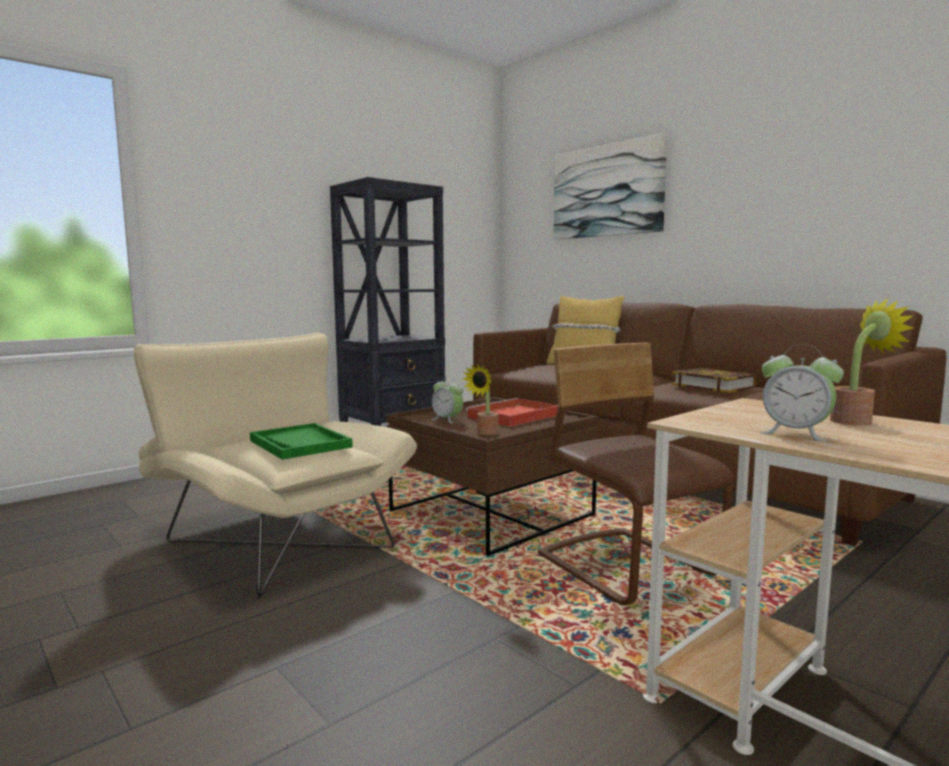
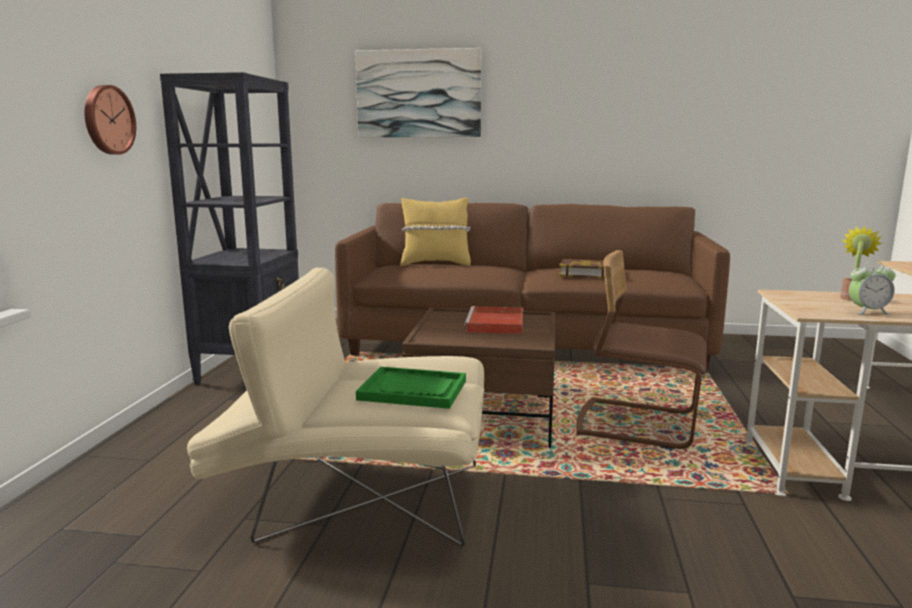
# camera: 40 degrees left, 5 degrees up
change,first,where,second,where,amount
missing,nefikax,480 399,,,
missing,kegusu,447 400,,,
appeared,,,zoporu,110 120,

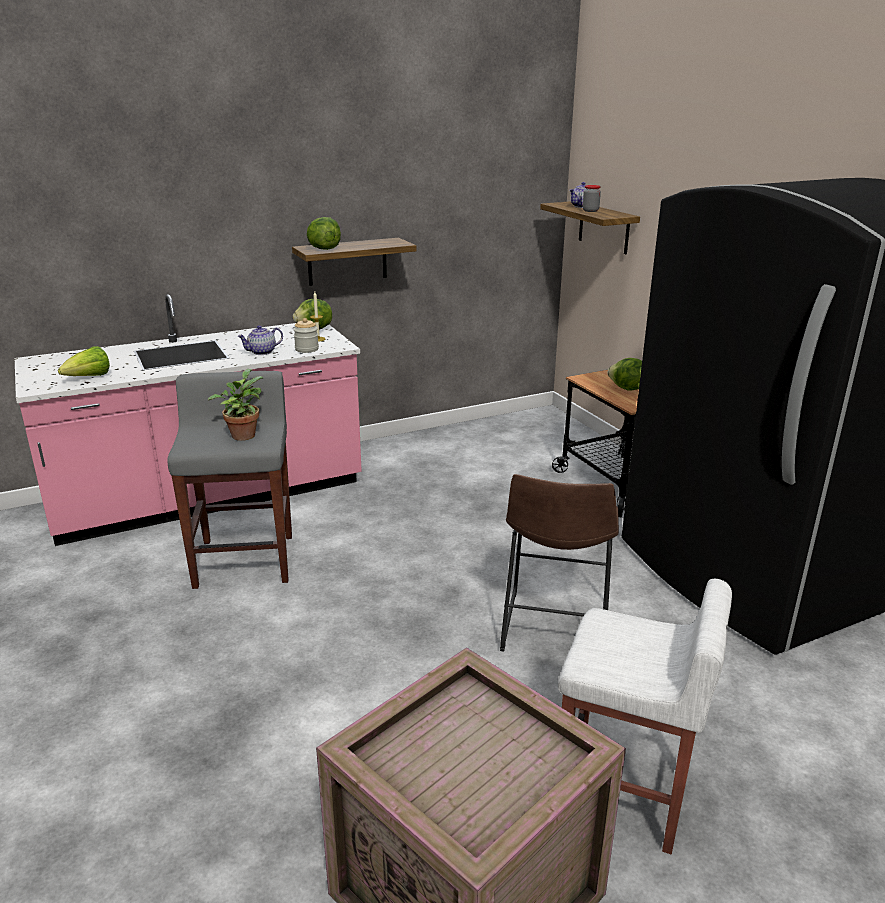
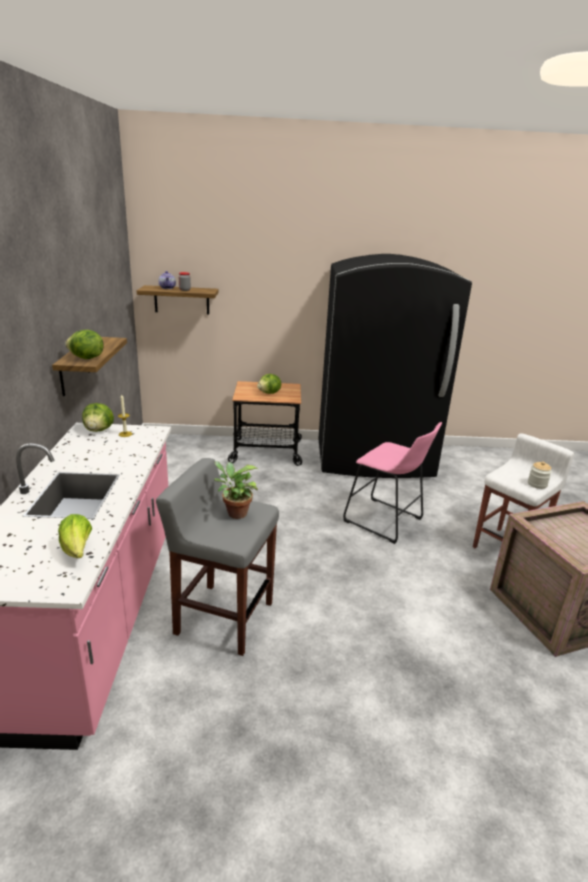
# camera: 65 degrees left, 0 degrees up
change,first,where,second,where,amount
relocated,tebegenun,306 335,,540 475,
missing,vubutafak,260 340,,,
colour,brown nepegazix,559 563,pink nepegazix,392 483,

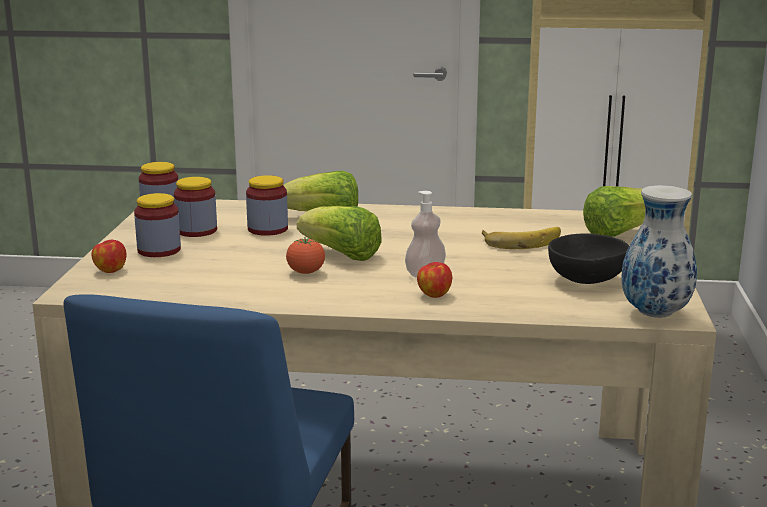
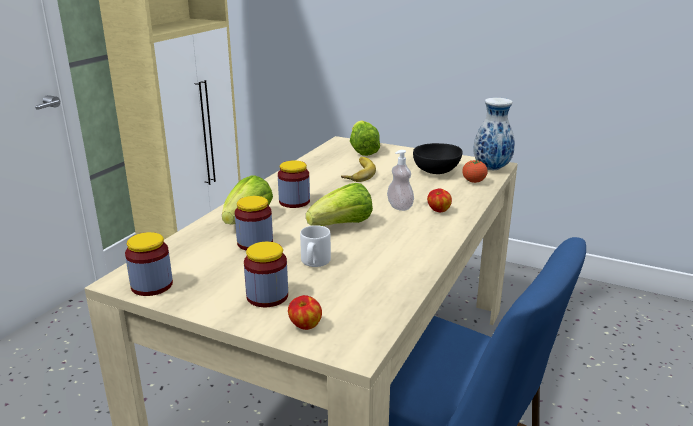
# camera: 70 degrees left, 5 degrees up
change,first,where,second,where,amount
relocated,tebegenun,195 207,,294 184,
relocated,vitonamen,305 255,,475 171,
appeared,,,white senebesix,315 246,

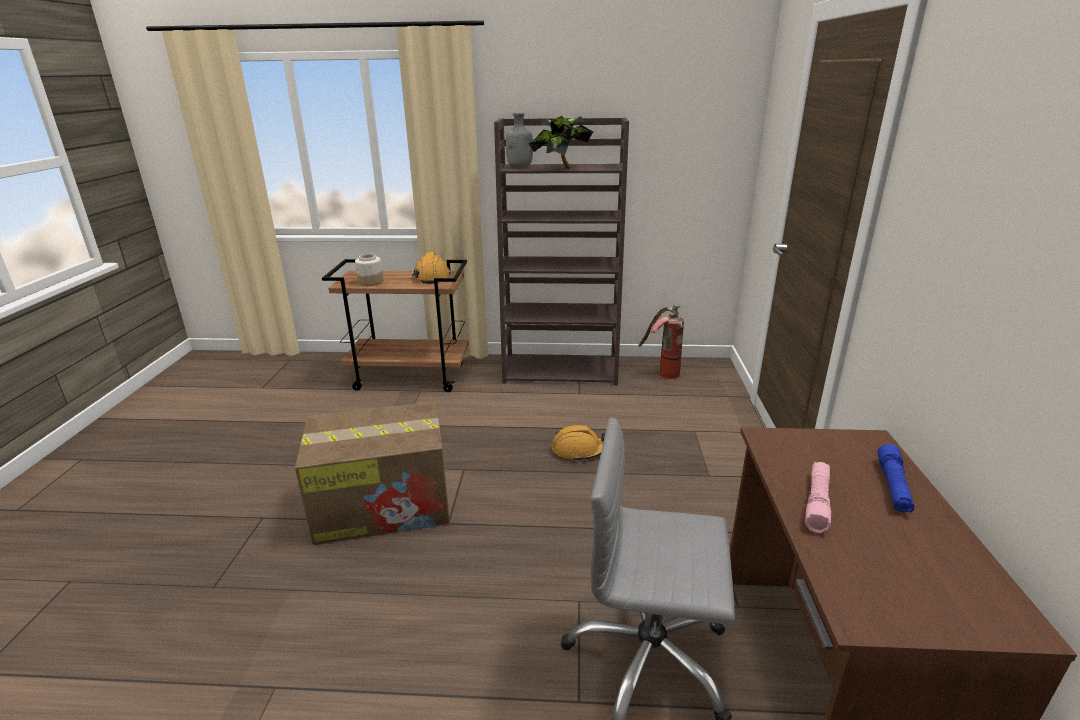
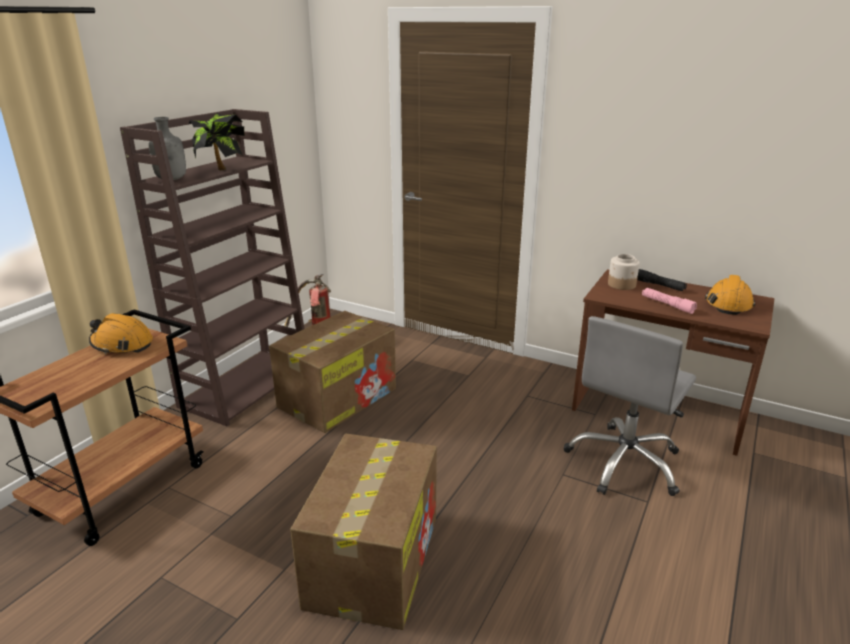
# camera: 65 degrees left, 0 degrees up
change,first,where,second,where,amount
relocated,tebegenun,369 270,,624 272,
relocated,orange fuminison,578 443,,730 295,
colour,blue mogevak,896 478,black mogevak,662 280,
appeared,,,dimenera,332 372,

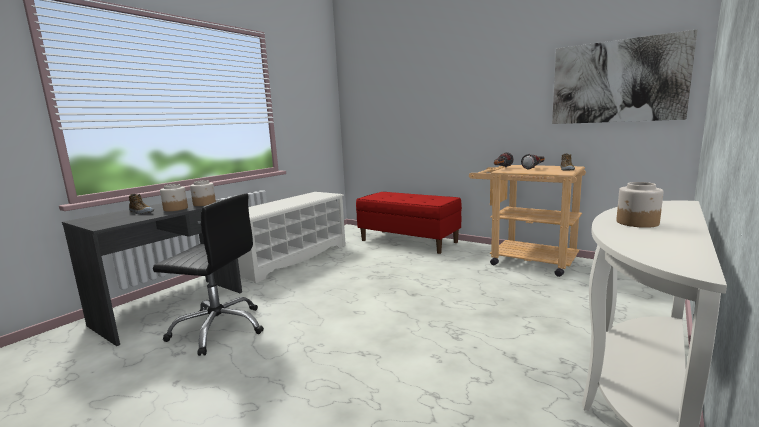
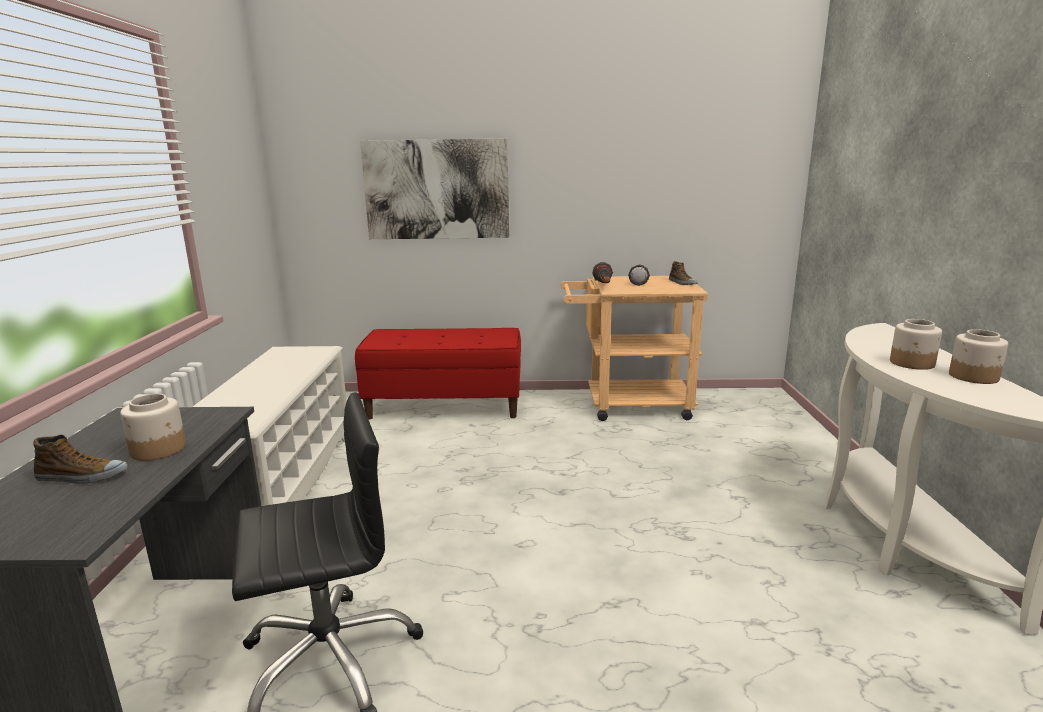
# camera: 35 degrees left, 5 degrees up
change,first,where,second,where,amount
relocated,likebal,625 76,,434 189,
relocated,tebegenun,203 193,,978 356,

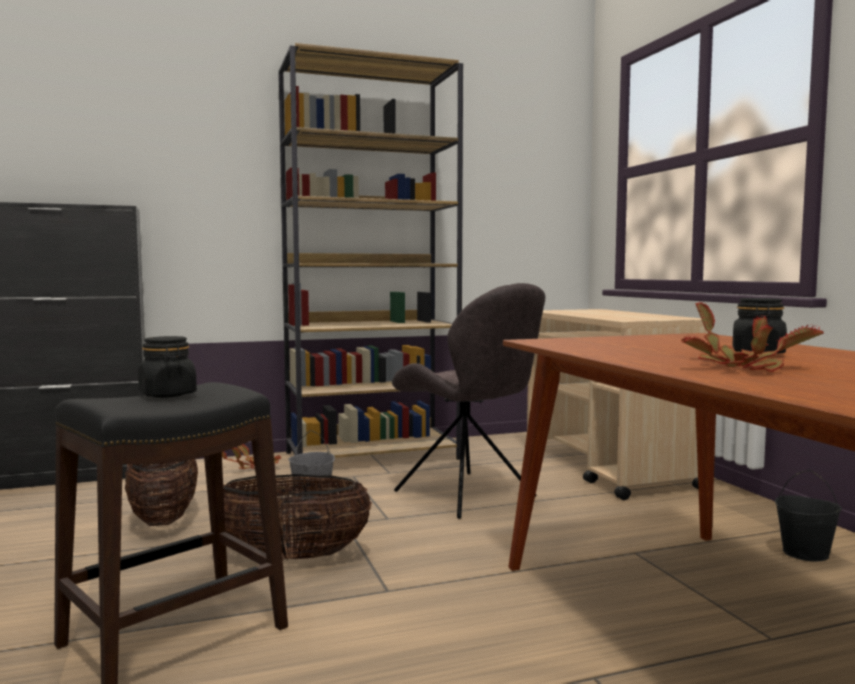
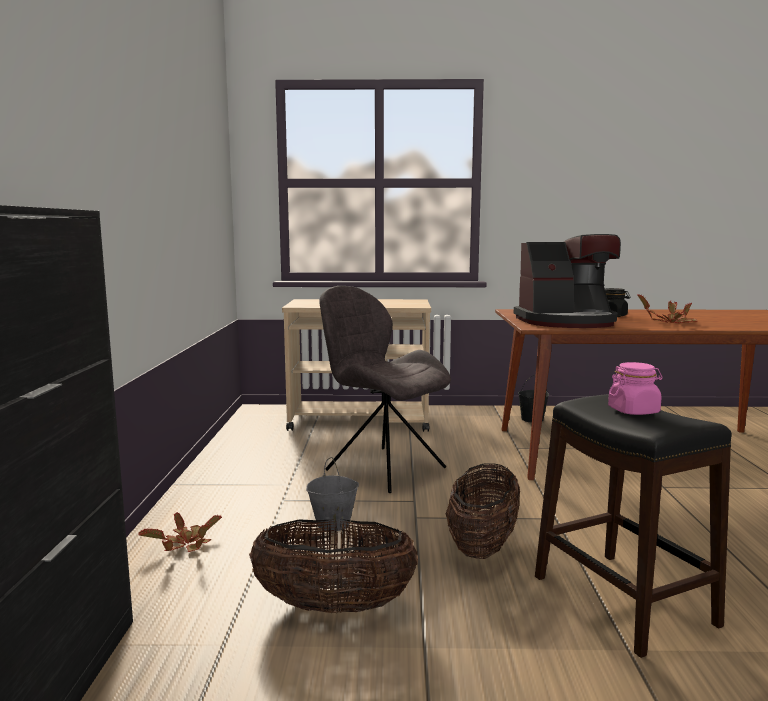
# camera: 70 degrees left, 5 degrees up
change,first,where,second,where,amount
missing,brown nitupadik,370 251,,,
spun,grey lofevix,468 401,,385 389,120 degrees counterclockwise
colour,black tebegenun,167 367,pink tebegenun,635 388,
appeared,,,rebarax,567 281,

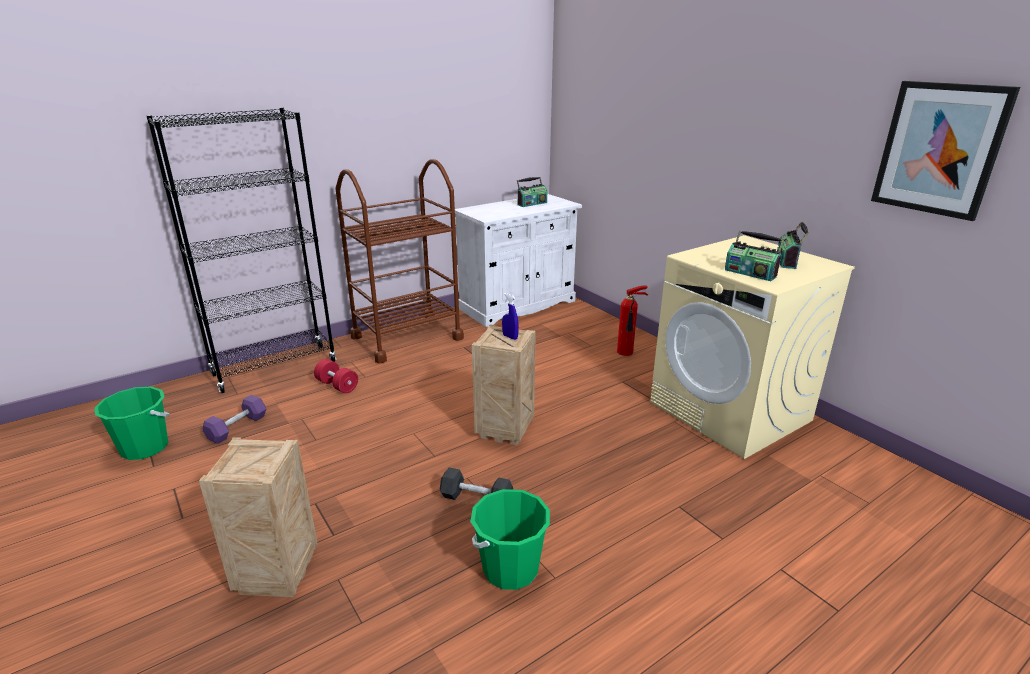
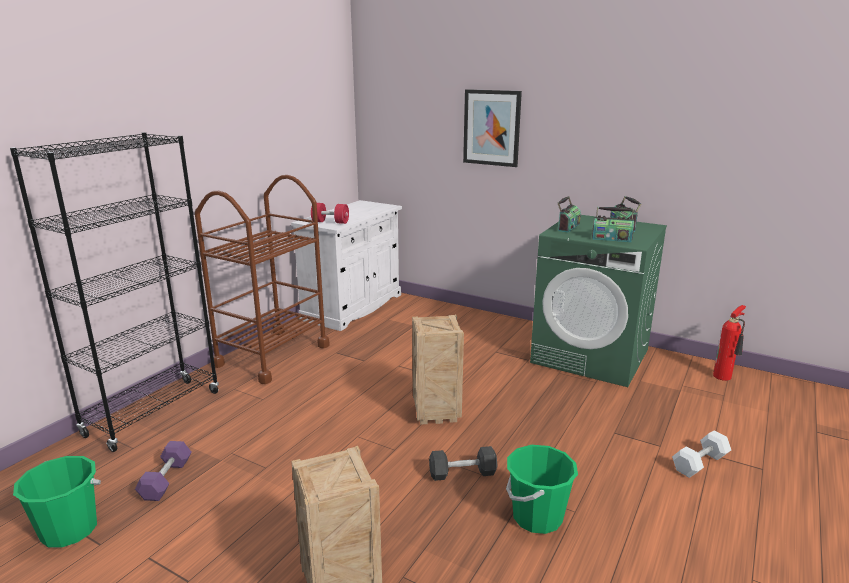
# camera: 25 degrees left, 5 degrees down
change,first,where,second,where,amount
relocated,likebal,945 151,,492 128,
relocated,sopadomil,532 192,,569 214,
colour,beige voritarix,752 347,green voritarix,598 301,
relocated,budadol,632 321,,729 343,
missing,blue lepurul,510 316,,,
relocated,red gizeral,336 376,,330 213,
appeared,,,white gizeral,701 454,

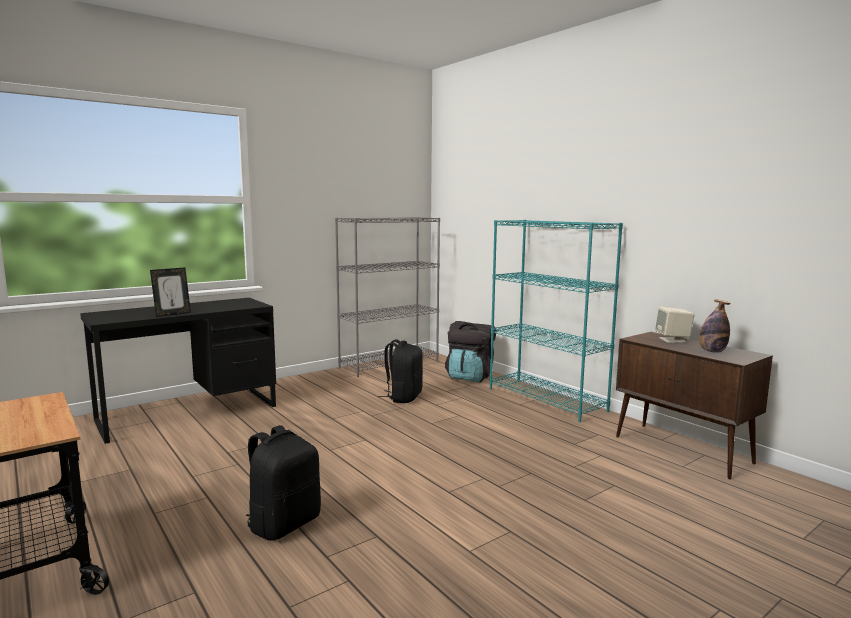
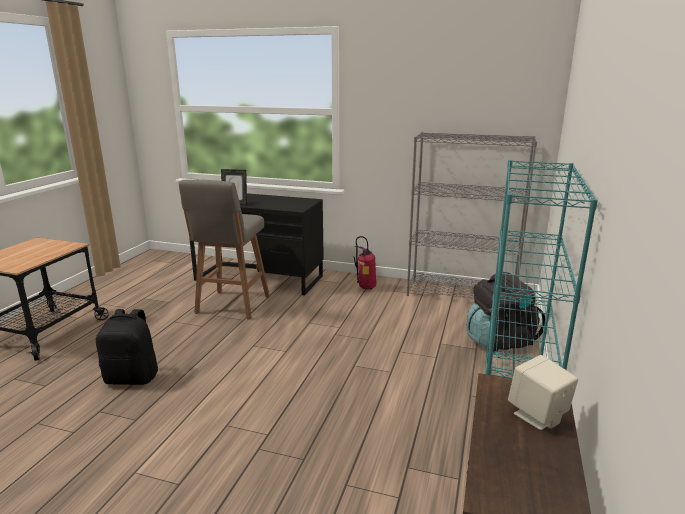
# camera: 55 degrees right, 10 degrees up
change,first,where,second,where,amount
missing,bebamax,714 326,,,
missing,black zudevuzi,400 371,,,
appeared,,,grey nepegazix,224 250,
appeared,,,budadol,365 263,

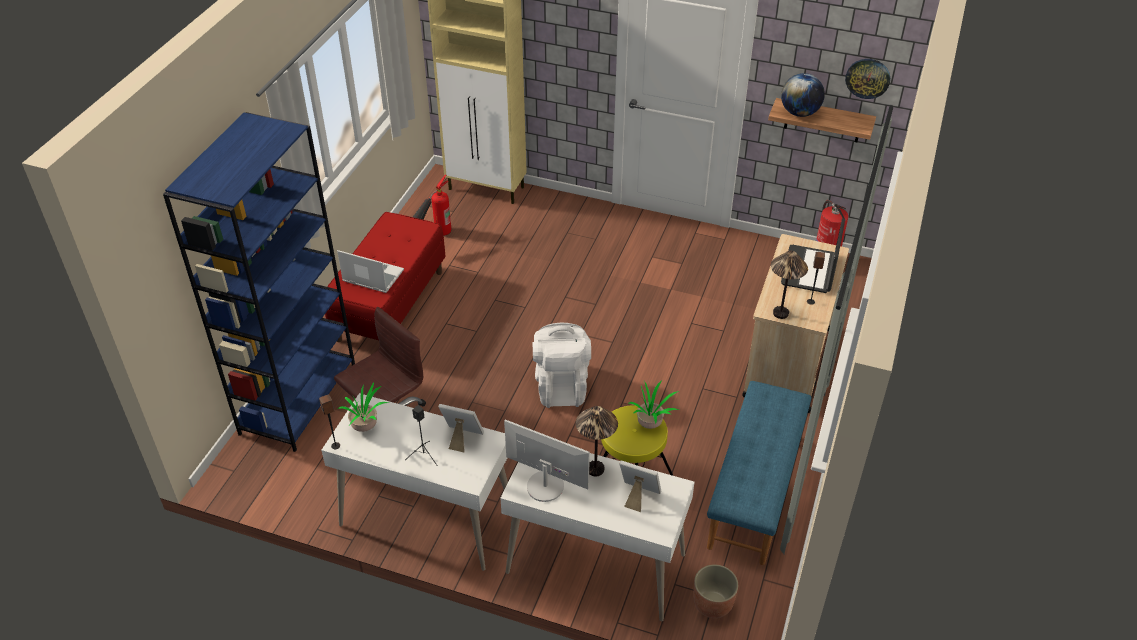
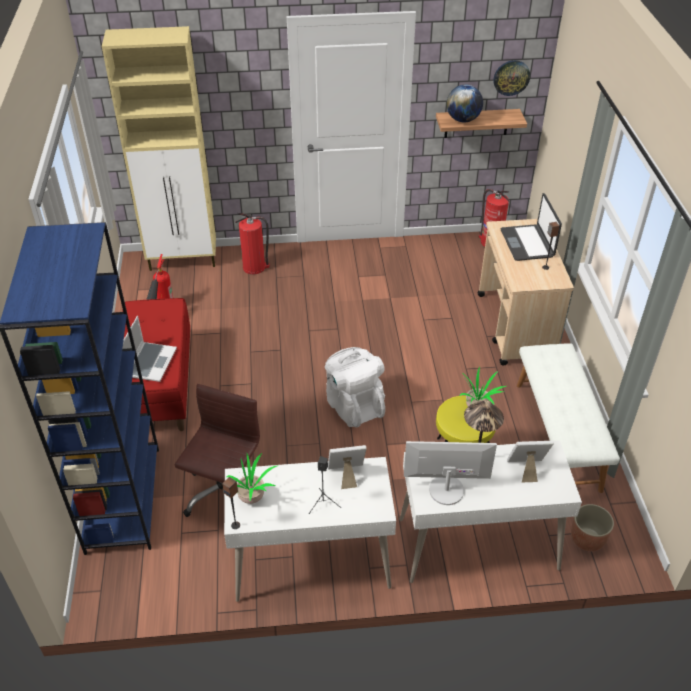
# camera: 25 degrees left, 0 degrees up
change,first,where,second,where,amount
spun,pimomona,370 271,,149 349,105 degrees clockwise
missing,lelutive,789 285,,,
colour,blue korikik,759 473,white korikik,568 418,
appeared,,,budadol,253 243,

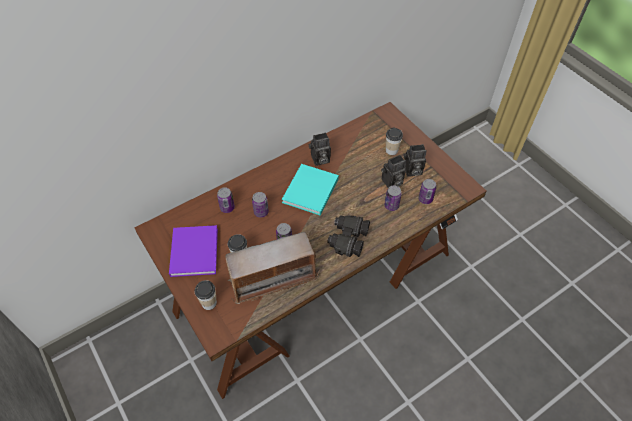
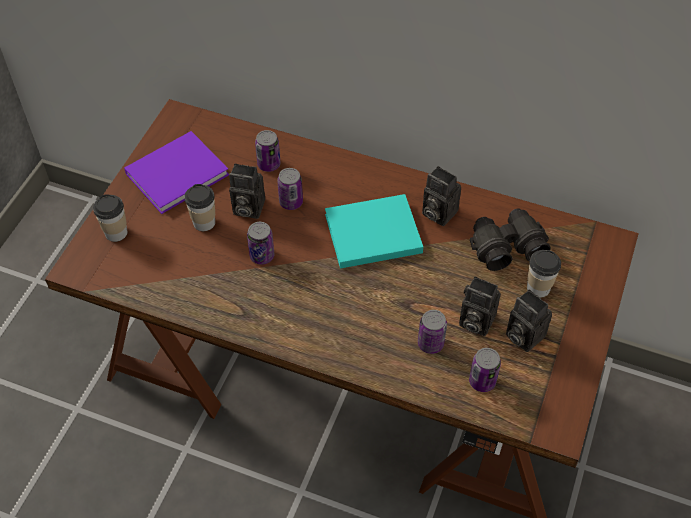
# camera: 55 degrees right, 0 degrees up
change,first,where,second,where,amount
relocated,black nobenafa,348 236,,510 240,
missing,sopadomil,272 267,,,
appeared,,,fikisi,247 191,

